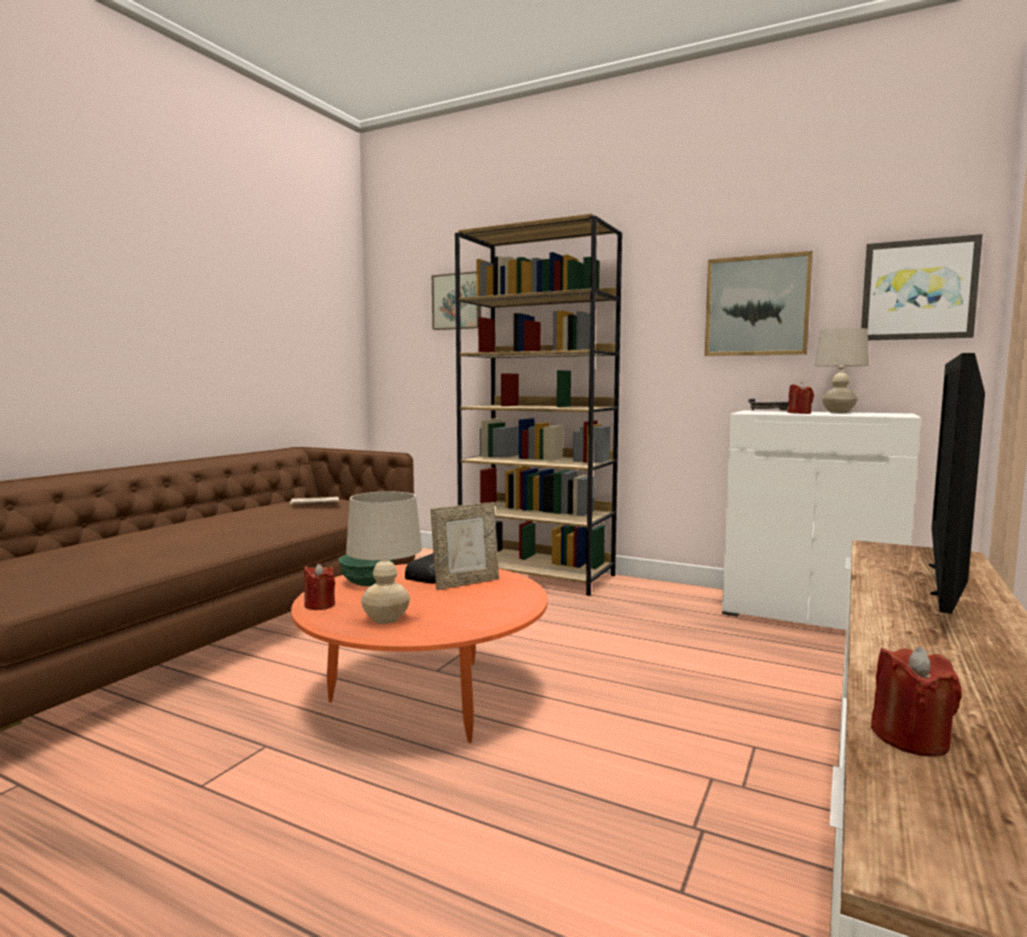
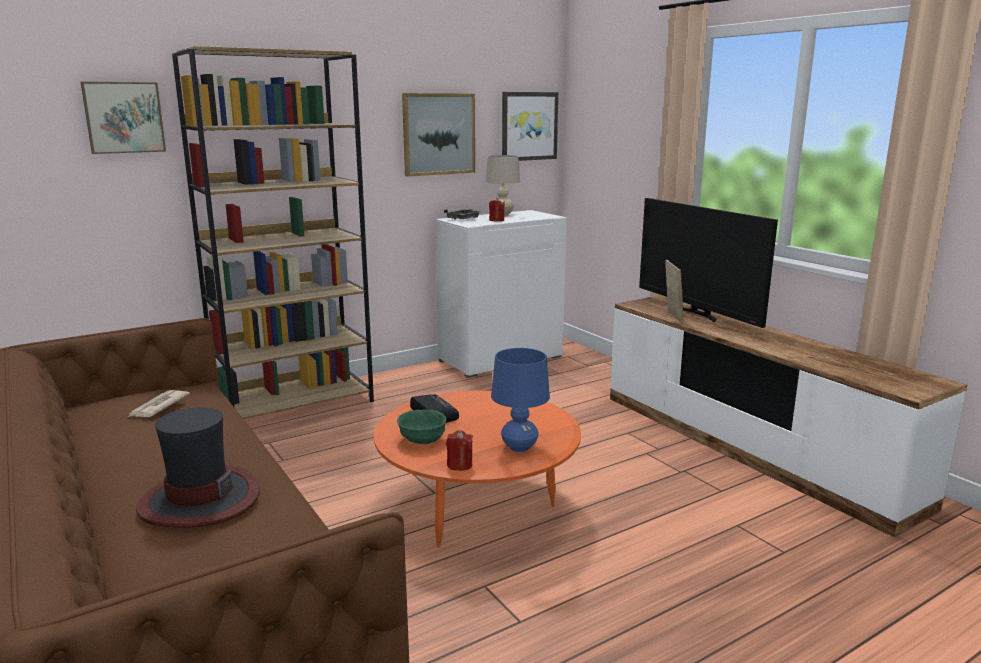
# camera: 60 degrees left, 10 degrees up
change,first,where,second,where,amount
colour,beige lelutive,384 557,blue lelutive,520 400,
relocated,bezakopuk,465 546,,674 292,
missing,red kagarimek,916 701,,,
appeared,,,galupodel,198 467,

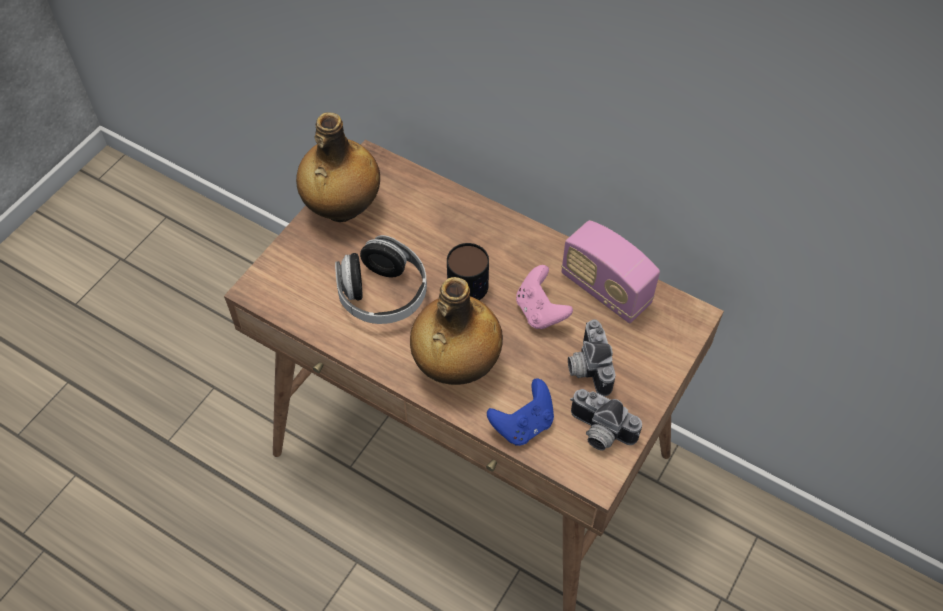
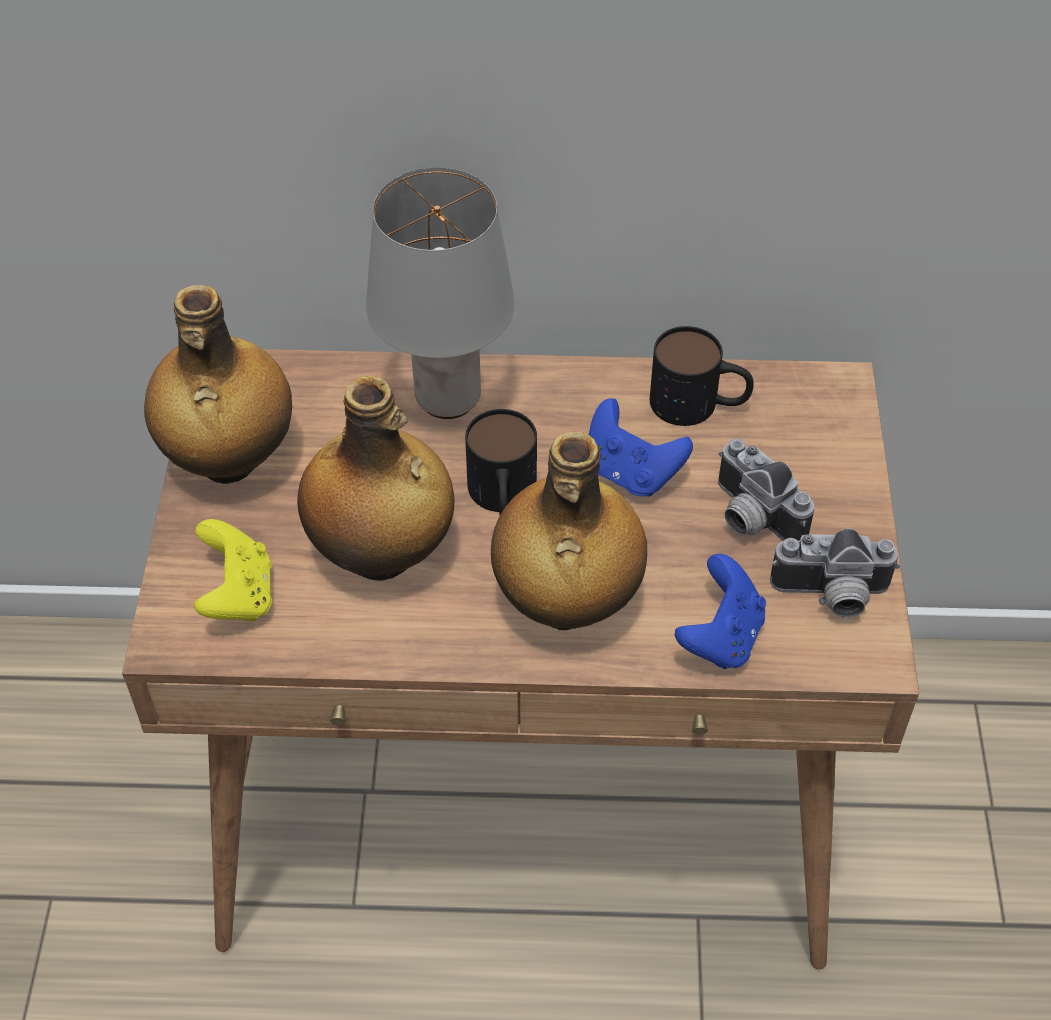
# camera: 30 degrees left, 5 degrees down
change,first,where,second,where,amount
exchanged,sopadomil,610 271,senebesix,702 376,
exchanged,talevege,381 279,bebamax,376 478,
colour,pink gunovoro,544 297,blue gunovoro,641 447,
appeared,,,grey lelutive,440 293,
appeared,,,yellow gunovoro,233 570,

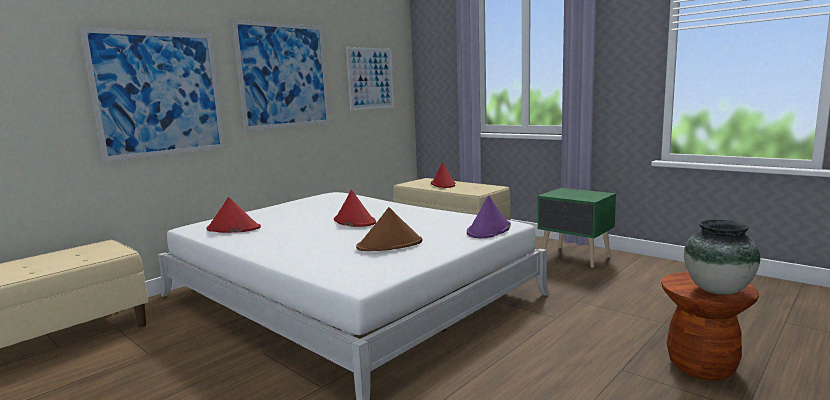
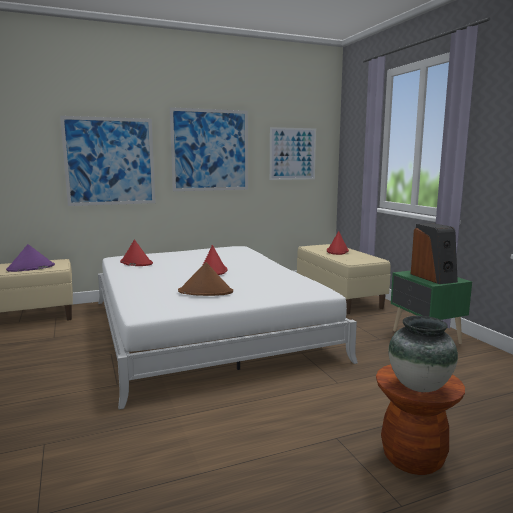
# camera: 25 degrees right, 0 degrees up
change,first,where,second,where,amount
relocated,purple galupodel,489 217,,30 258,
appeared,,,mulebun,434 253,

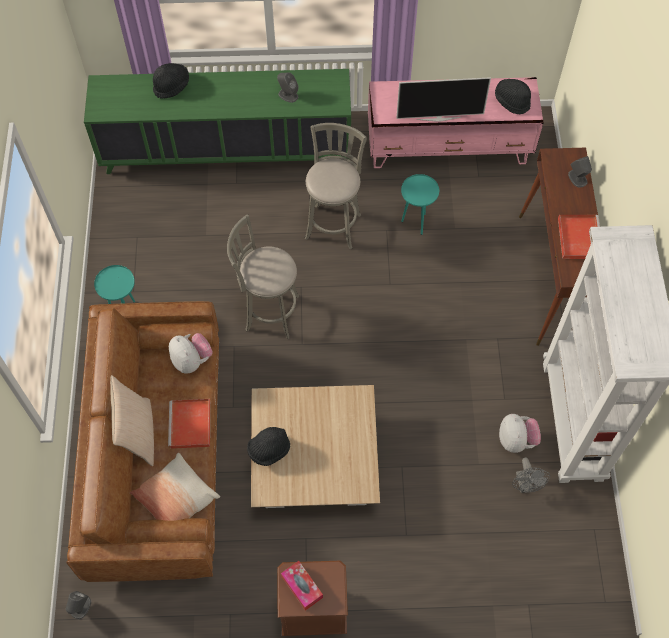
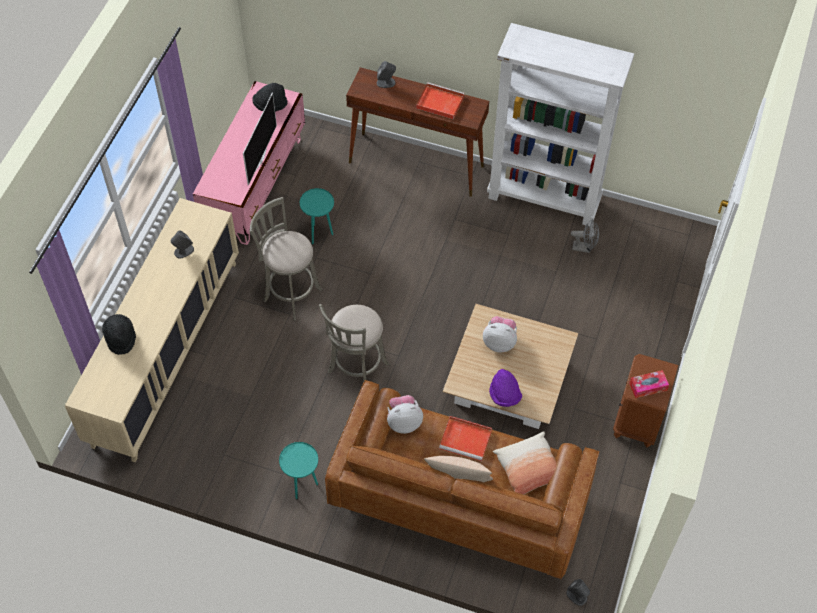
# camera: 70 degrees left, 5 degrees down
change,first,where,second,where,amount
colour,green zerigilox,217 121,beige zerigilox,152 330,
relocated,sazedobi,520 433,,500 334,
colour,black galupodel,268 446,purple galupodel,505 388,

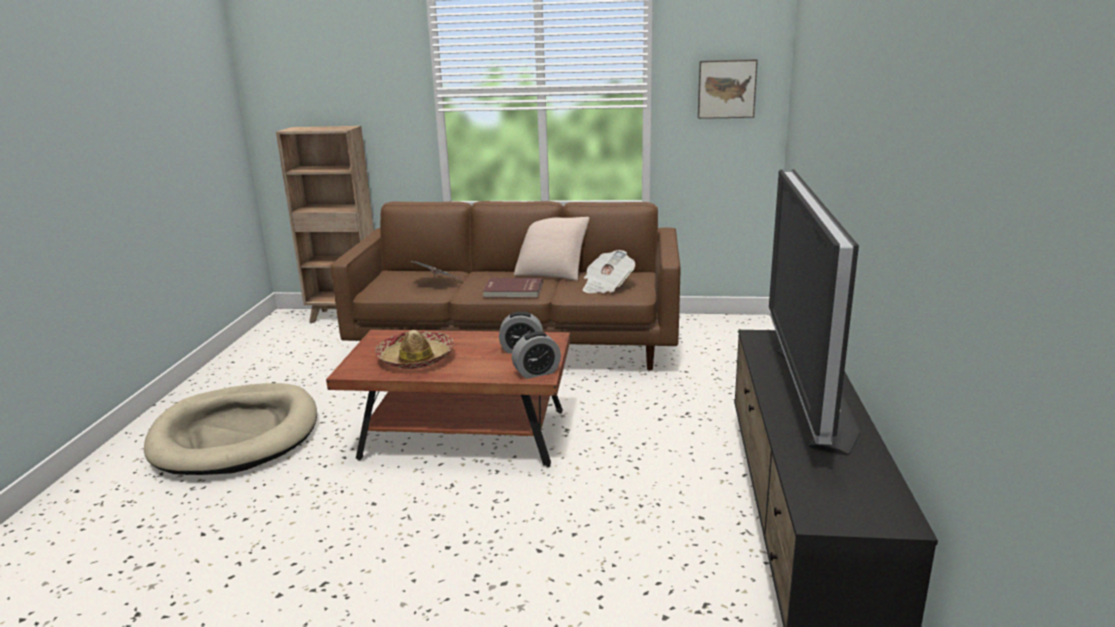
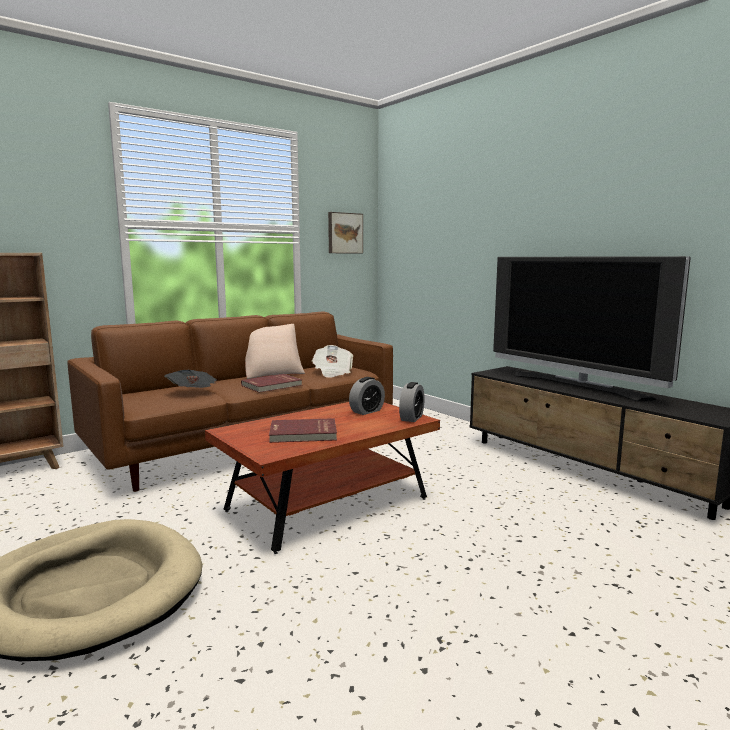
# camera: 45 degrees left, 10 degrees down
change,first,where,second,where,amount
exchanged,galupodel,414 349,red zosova,303 430,

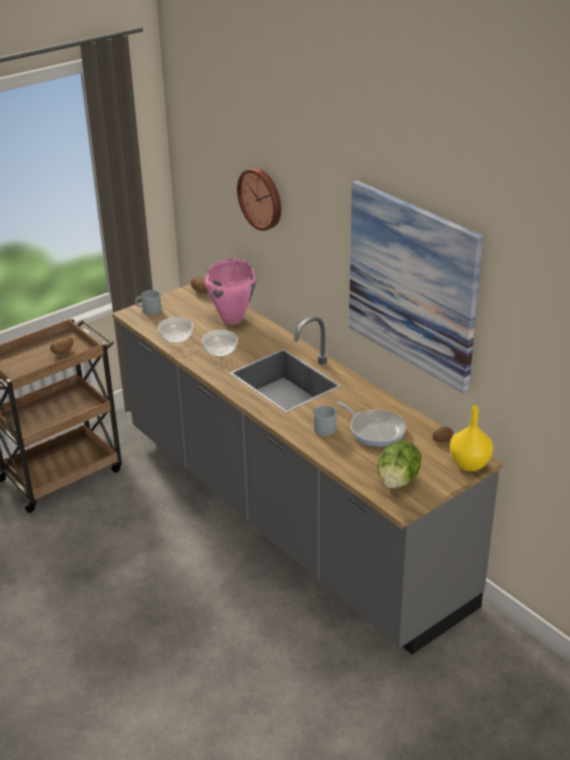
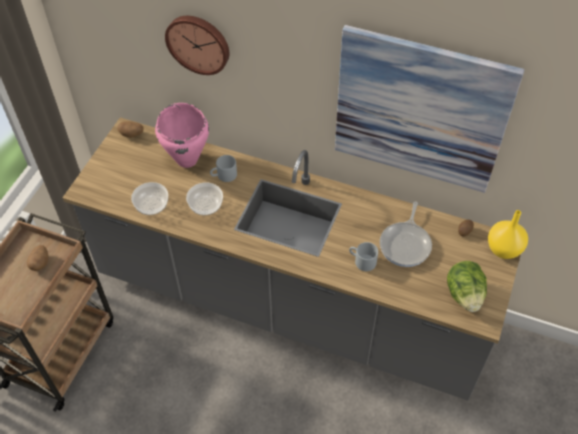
# camera: 30 degrees left, 20 degrees up
change,first,where,second,where,amount
relocated,grey senebesix,148 302,,223 168,
spun,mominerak,371 424,,406 234,90 degrees clockwise

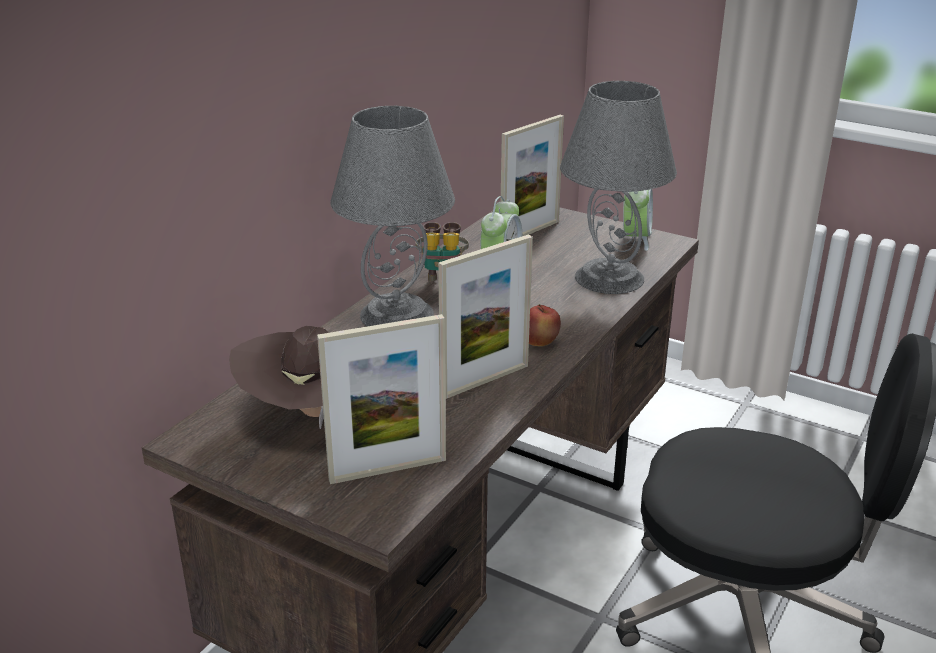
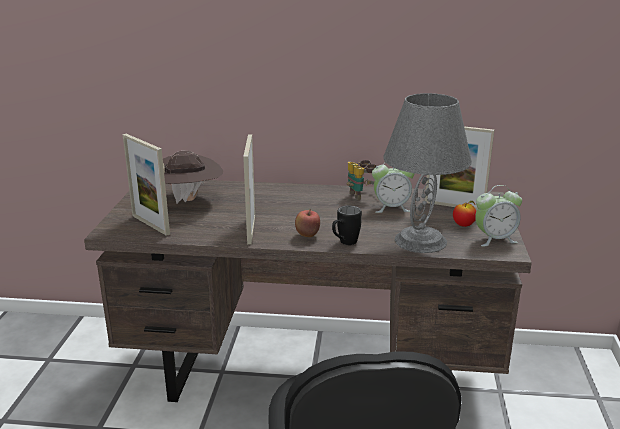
# camera: 65 degrees right, 5 degrees down
change,first,where,second,where,amount
missing,grey lelutive,393 216,,,
spun,bezakopuk,485 317,,249 189,60 degrees clockwise
appeared,,,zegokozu,464 214,
appeared,,,black senebesix,347 225,

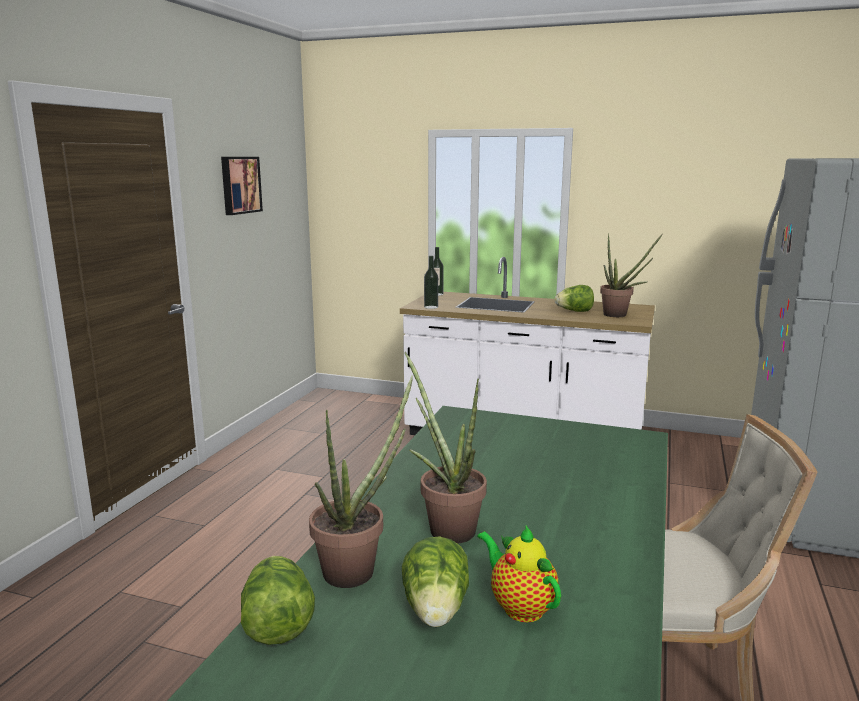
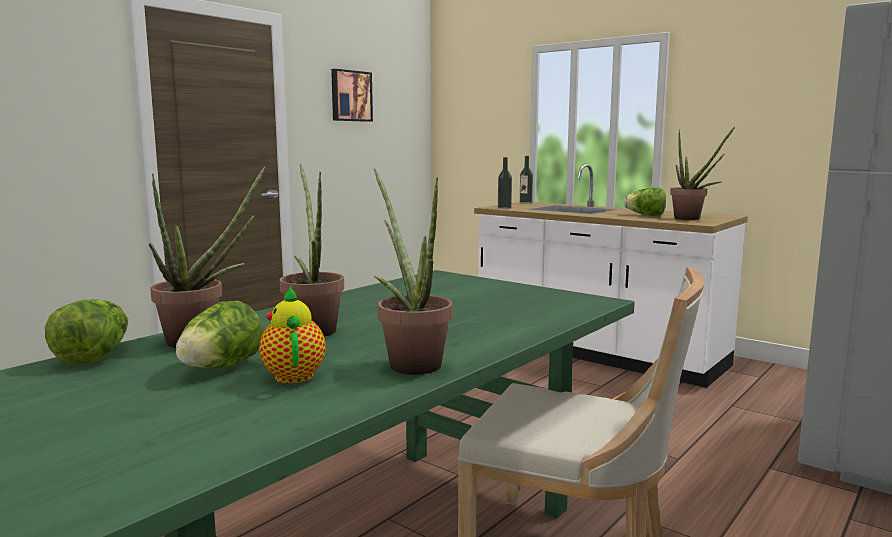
# camera: 20 degrees right, 5 degrees down
change,first,where,second,where,amount
appeared,,,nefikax,413 271,

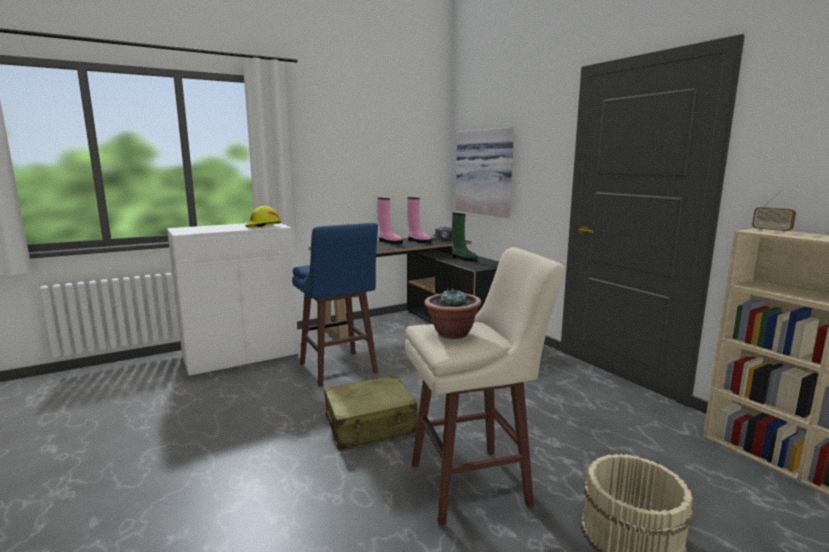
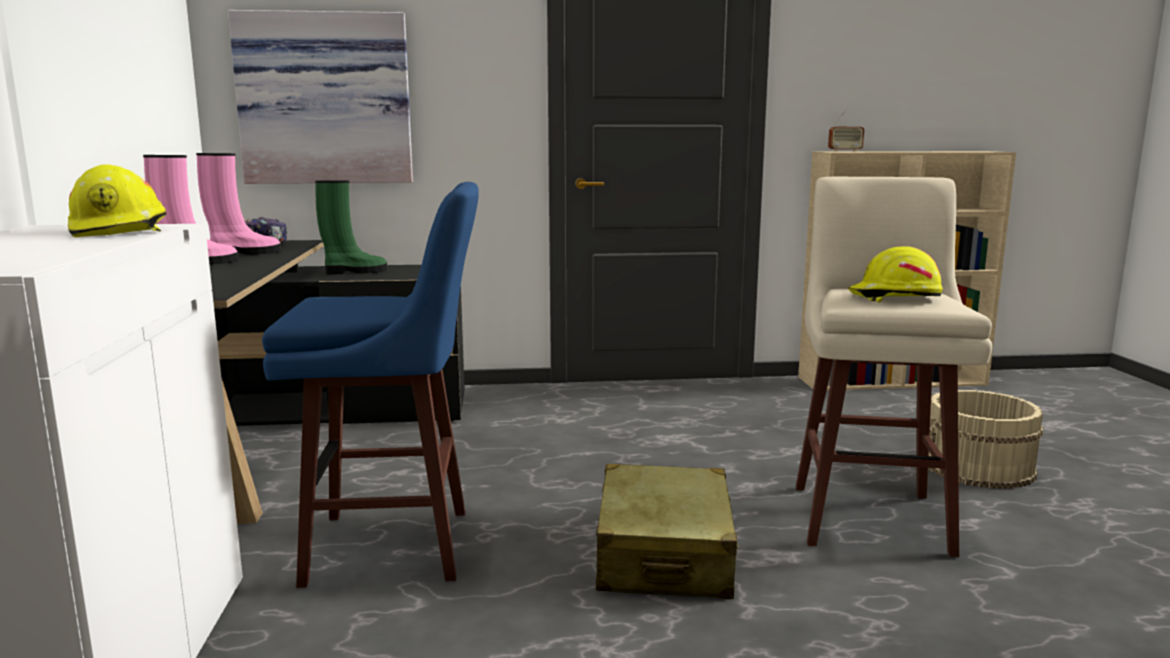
# camera: 65 degrees left, 0 degrees up
change,first,where,second,where,amount
exchanged,nefikax,453 313,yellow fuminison,895 274,

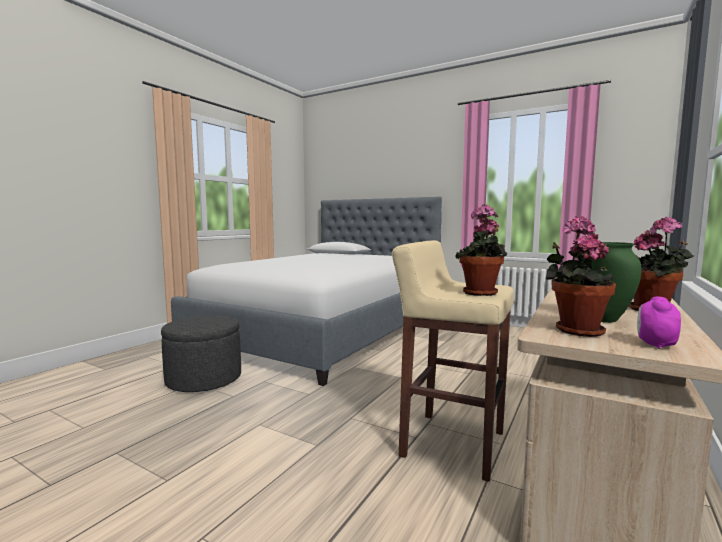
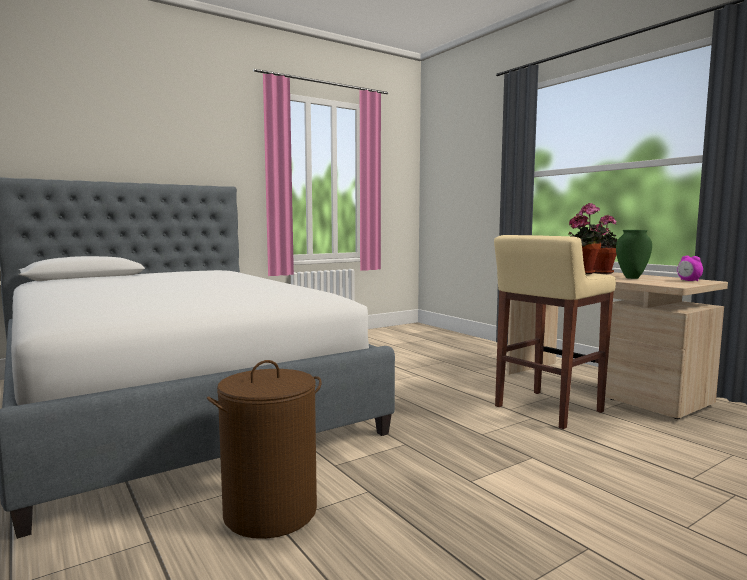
# camera: 65 degrees left, 0 degrees up
change,first,where,second,where,amount
missing,nefikax,581 276,,,
exchanged,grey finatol,201 353,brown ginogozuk,264 449,

